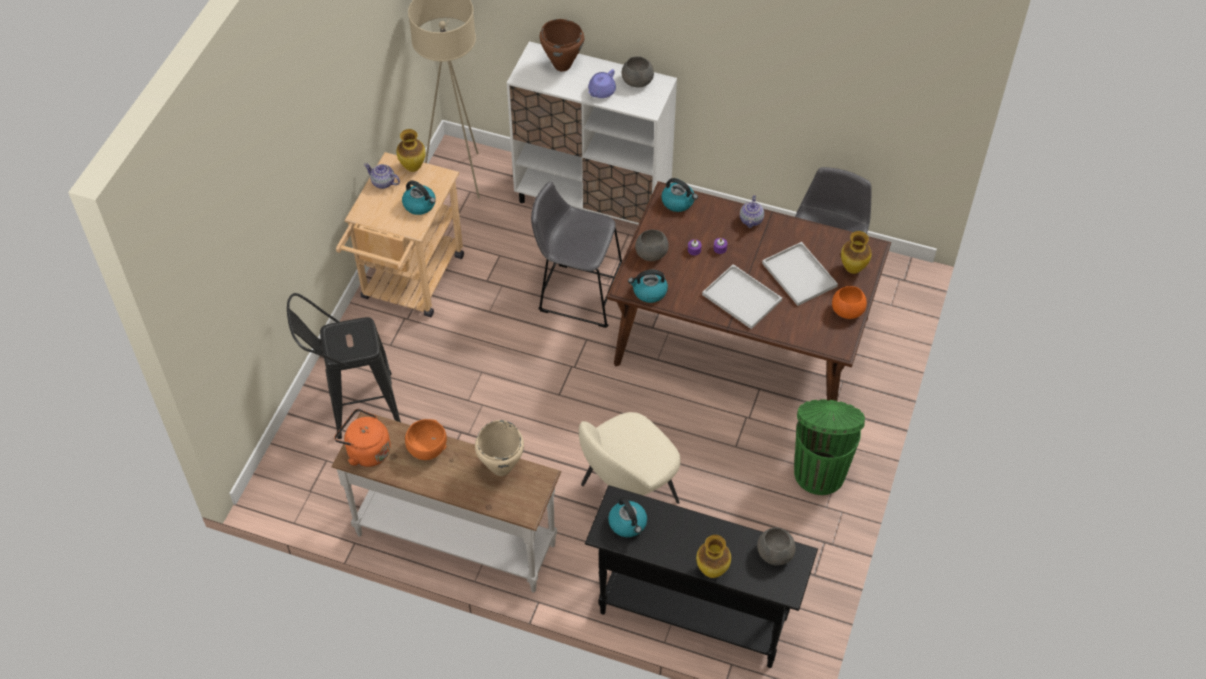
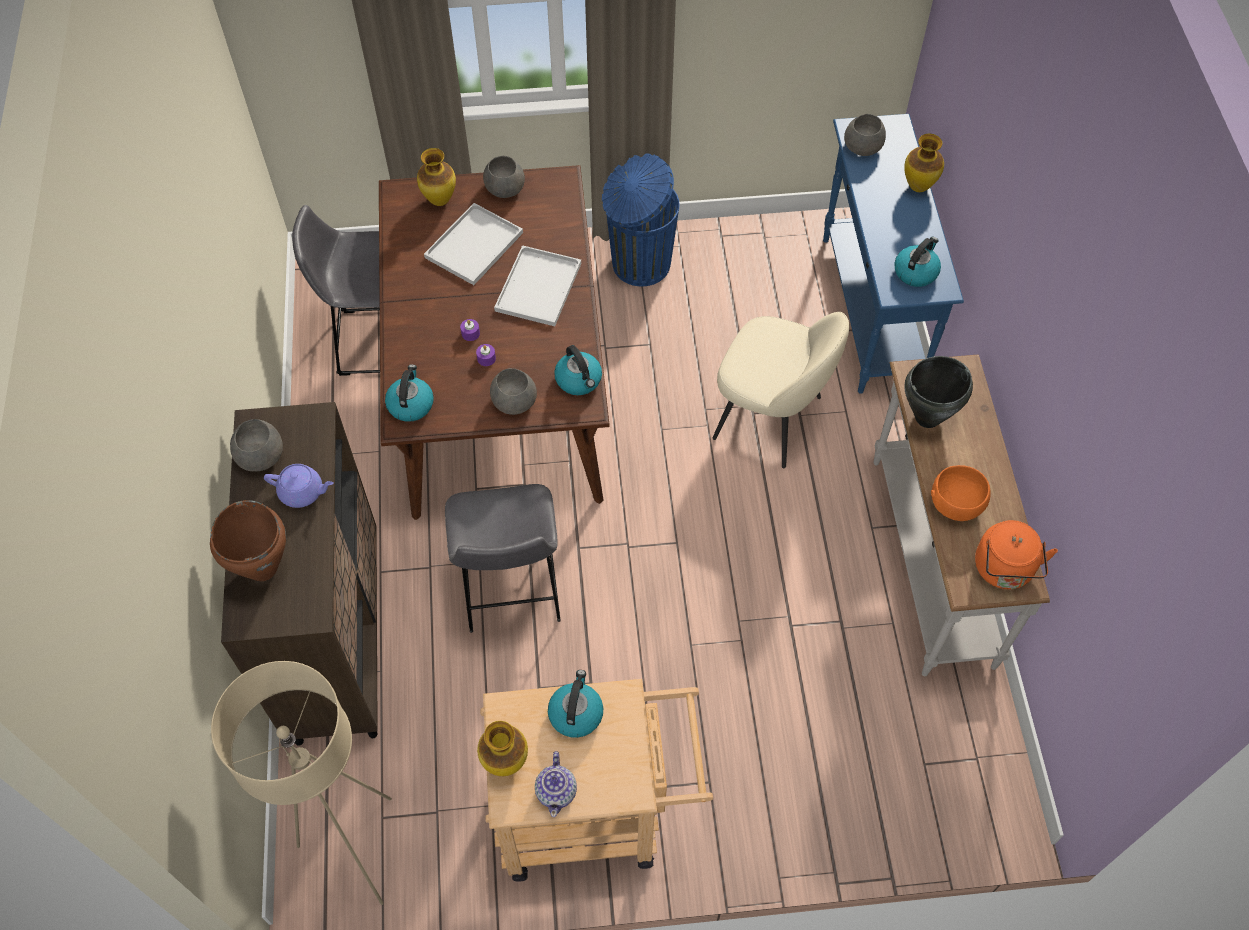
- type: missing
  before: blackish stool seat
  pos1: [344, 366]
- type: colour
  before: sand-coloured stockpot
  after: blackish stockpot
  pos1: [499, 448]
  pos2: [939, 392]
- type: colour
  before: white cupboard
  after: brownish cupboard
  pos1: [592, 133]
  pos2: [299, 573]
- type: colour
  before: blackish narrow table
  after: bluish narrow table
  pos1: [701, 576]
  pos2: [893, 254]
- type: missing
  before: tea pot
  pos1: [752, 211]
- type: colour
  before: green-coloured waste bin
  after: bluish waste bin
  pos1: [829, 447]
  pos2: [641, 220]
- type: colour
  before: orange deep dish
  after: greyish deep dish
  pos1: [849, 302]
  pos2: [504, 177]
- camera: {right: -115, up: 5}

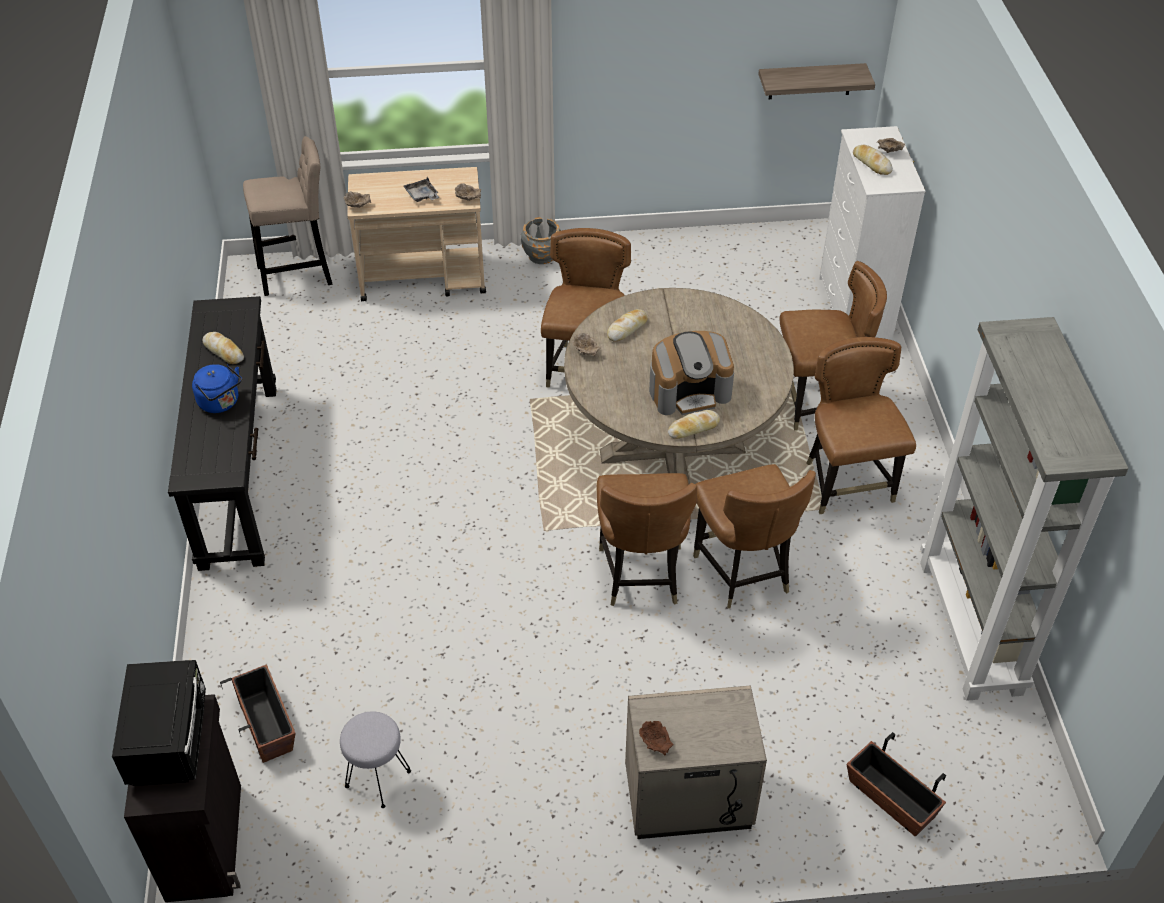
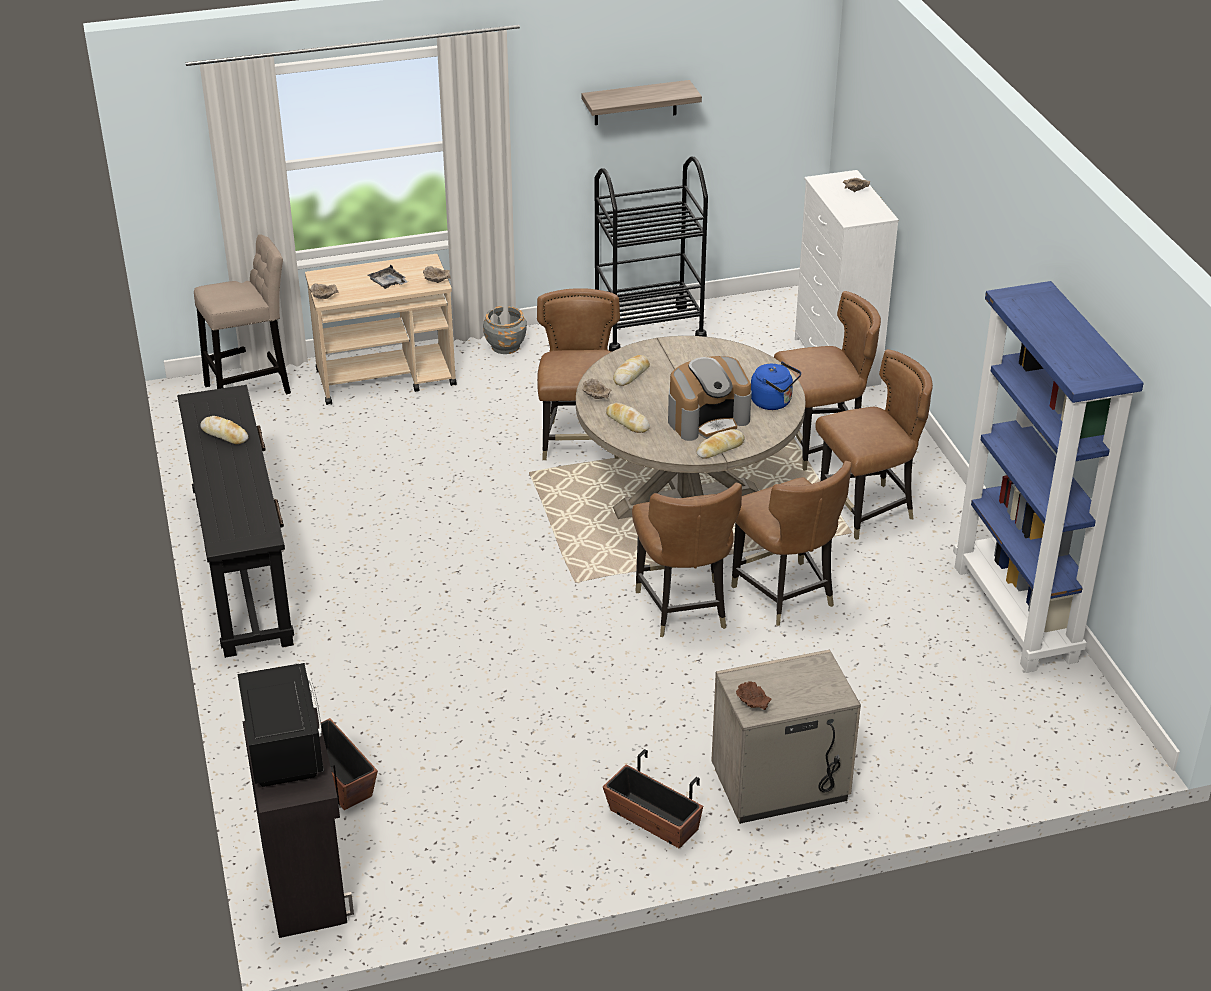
- type: relocated
  before: bluish water kettle
  pos1: [217, 388]
  pos2: [776, 386]
- type: missing
  before: greyish stool seat
  pos1: [375, 759]
- type: relocated
  before: shelf
  pos1: [816, 81]
  pos2: [641, 102]
- type: spun
  before: brownish upright chair
  pos1: [861, 425]
  pos2: [874, 444]
  turn: 90
- type: relocated
  before: plant pot
  pos1: [896, 784]
  pos2: [653, 798]
- type: relocated
  before: bread
  pos1: [873, 160]
  pos2: [628, 418]
- type: colour
  before: greyish bookcase
  after: bluish bookcase
  pos1: [1024, 509]
  pos2: [1048, 477]
- type: appeared
  after: blackish cart
  pos2: [651, 254]
- camera: {right: -10, up: -10}

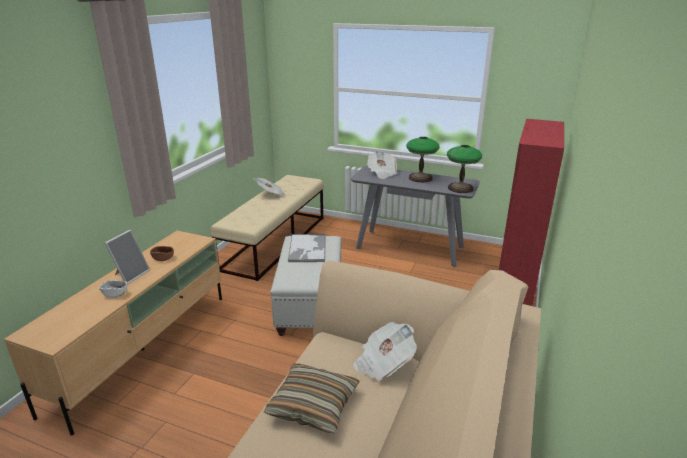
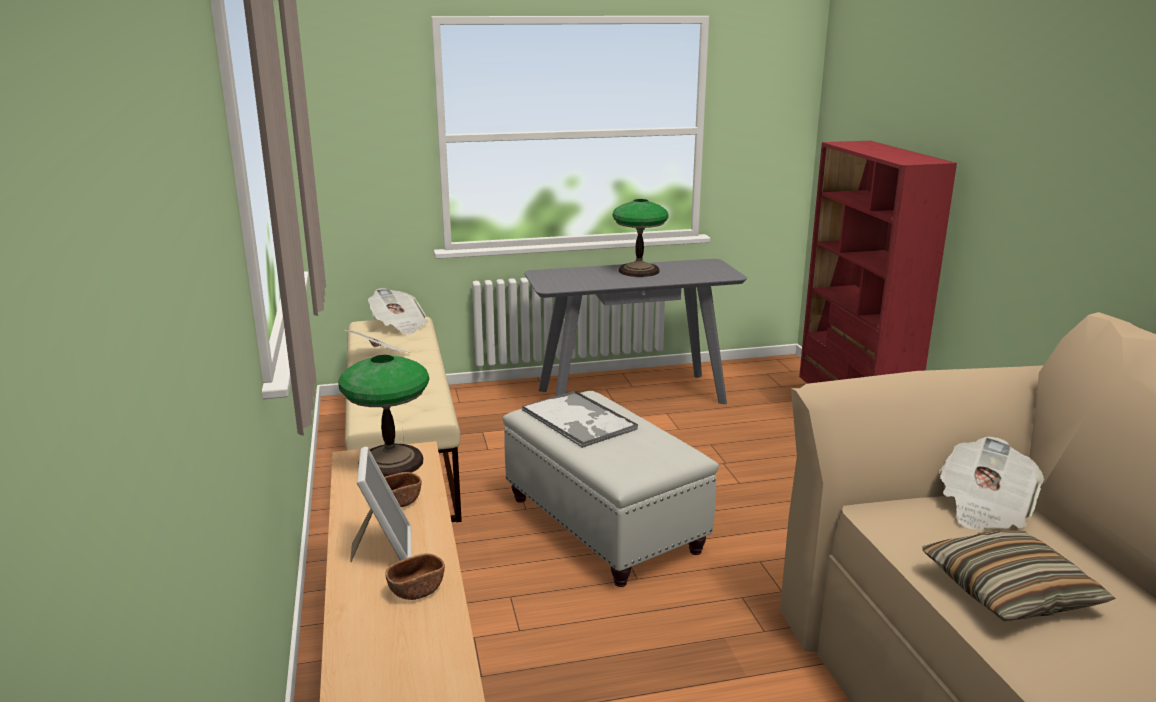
- type: colour
  before: white deep dish
  after: brownish deep dish
  pos1: [113, 289]
  pos2: [415, 576]
- type: relocated
  before: daily paper
  pos1: [382, 165]
  pos2: [398, 311]
- type: relocated
  before: table lamp
  pos1: [464, 169]
  pos2: [384, 416]
- camera: {right: -35, up: -5}

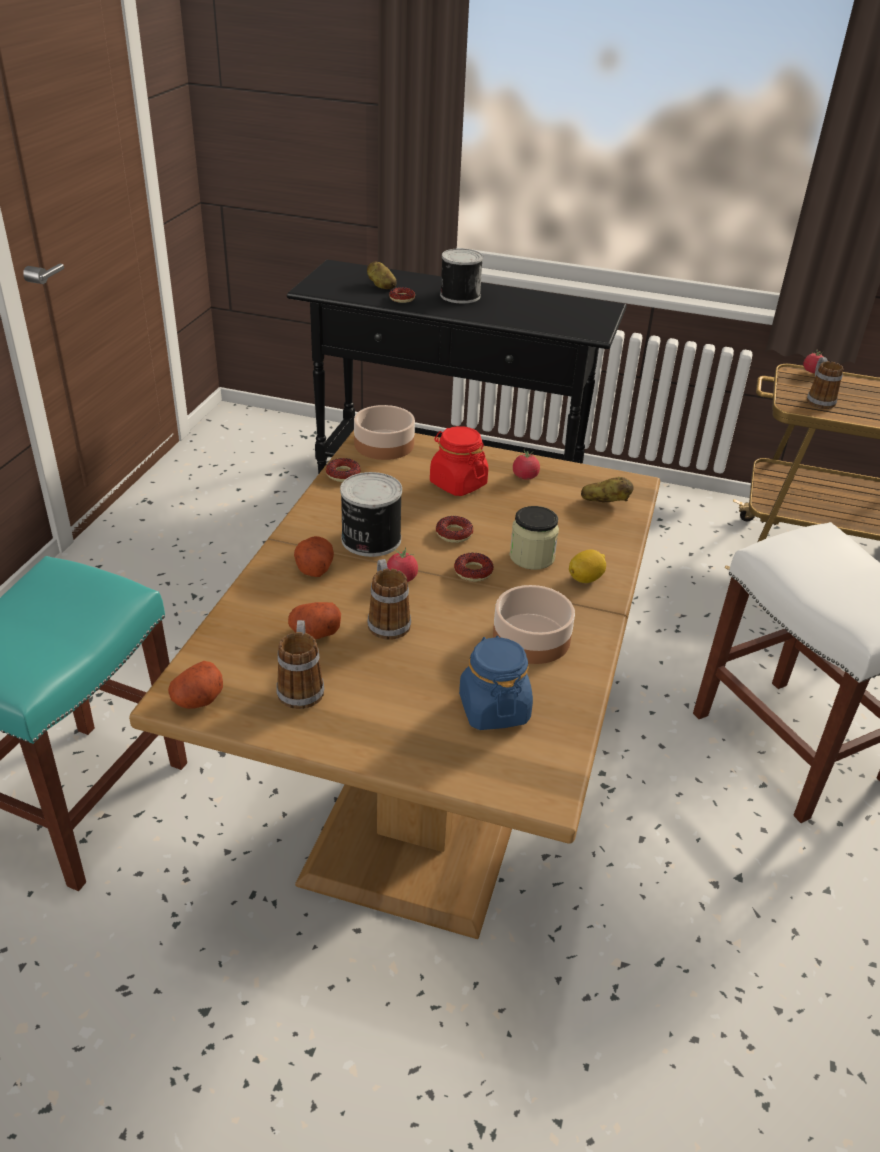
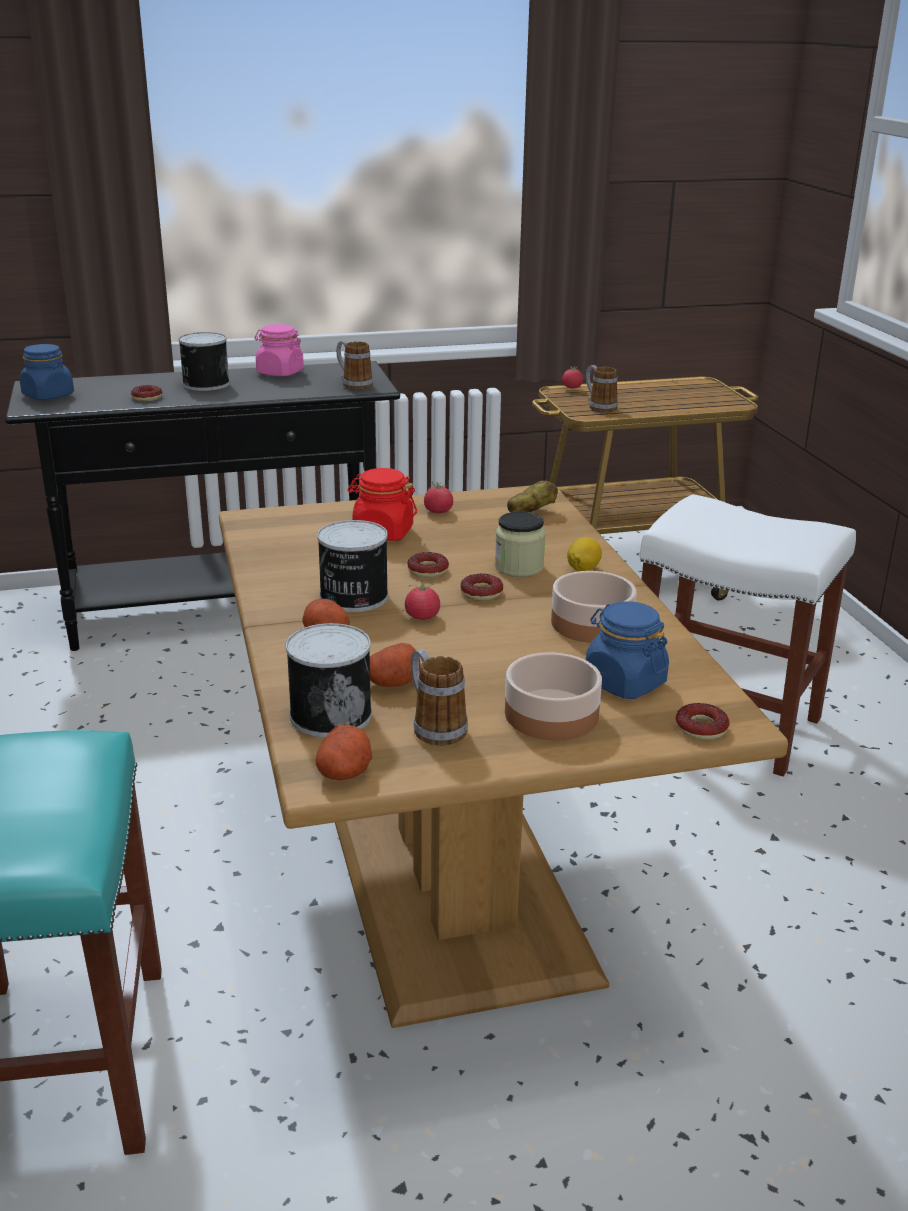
- type: relocated
  before: doughnut
  pos1: [343, 470]
  pos2: [703, 721]
- type: relocated
  before: deep dish
  pos1: [384, 432]
  pos2: [553, 696]
- type: missing
  before: whole potato
  pos1: [382, 275]
- type: relocated
  before: coffee mug
  pos1: [389, 599]
  pos2: [354, 365]
- type: appeared
  after: bluish preserve jar
  pos2: [47, 372]
- type: appeared
  after: pink preserve jar
  pos2: [279, 350]
- type: appeared
  after: sealed can
  pos2: [329, 680]
- camera: {right: -30, up: -10}

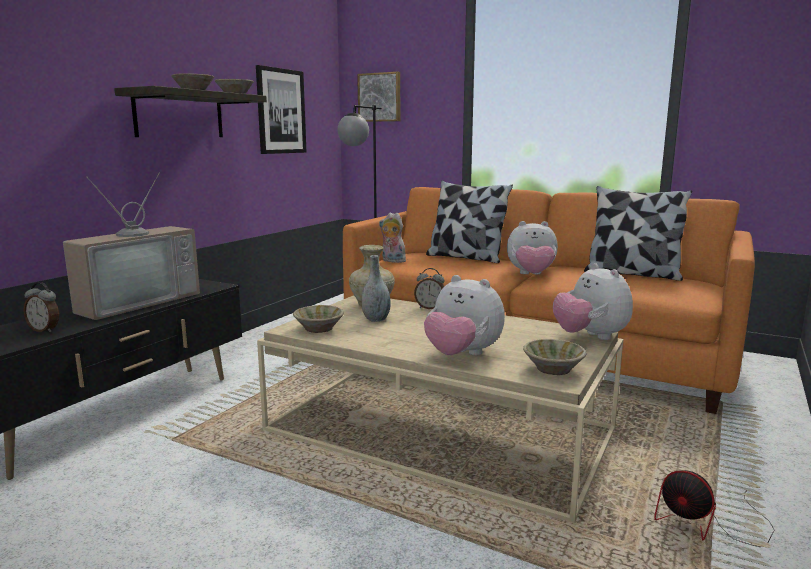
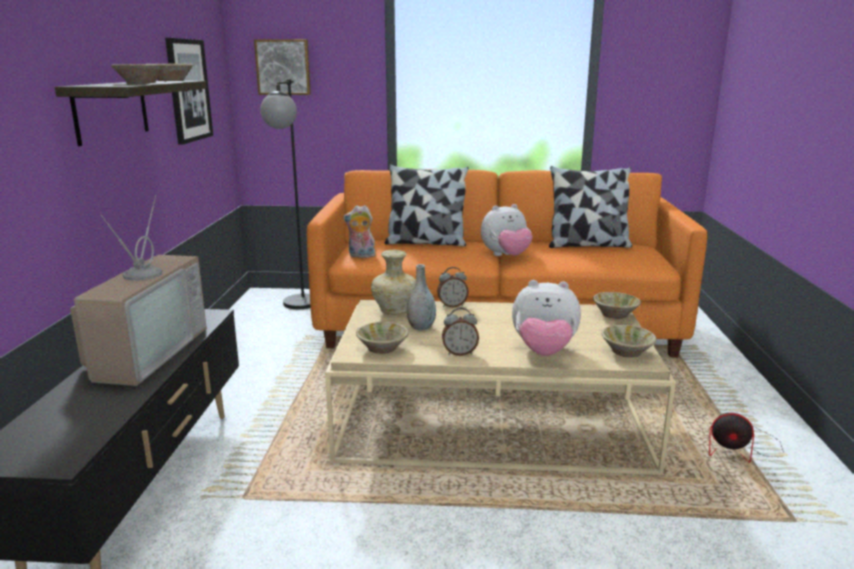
- type: relocated
  before: bedside clock
  pos1: [41, 307]
  pos2: [460, 332]
- type: exchanged
  before: plush toy
  after: sand-coloured deep dish
  pos1: [593, 301]
  pos2: [617, 305]
- camera: {right: -25, up: 5}

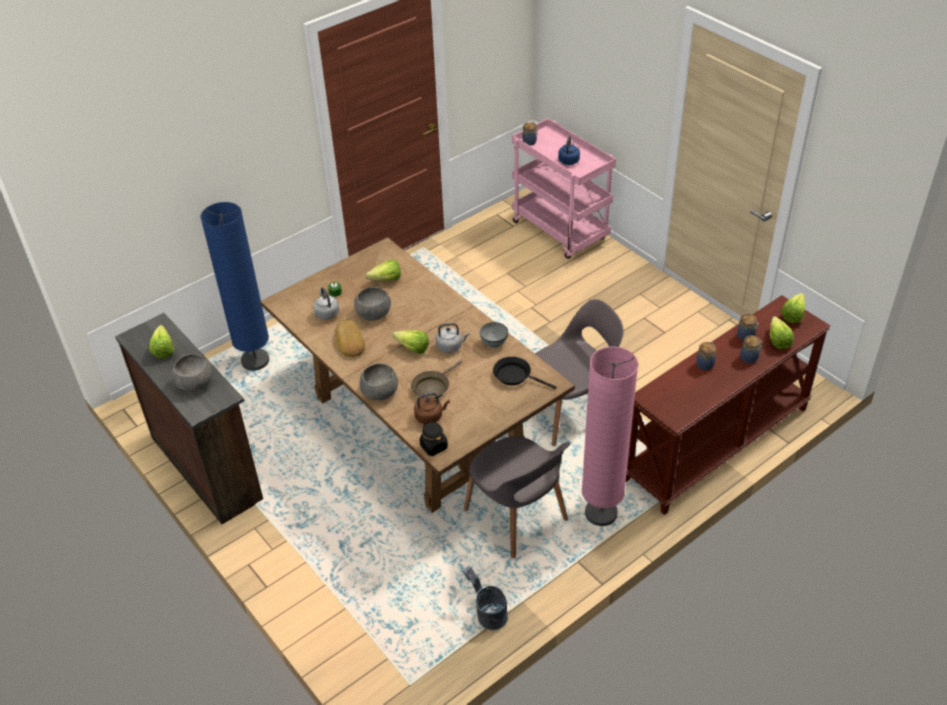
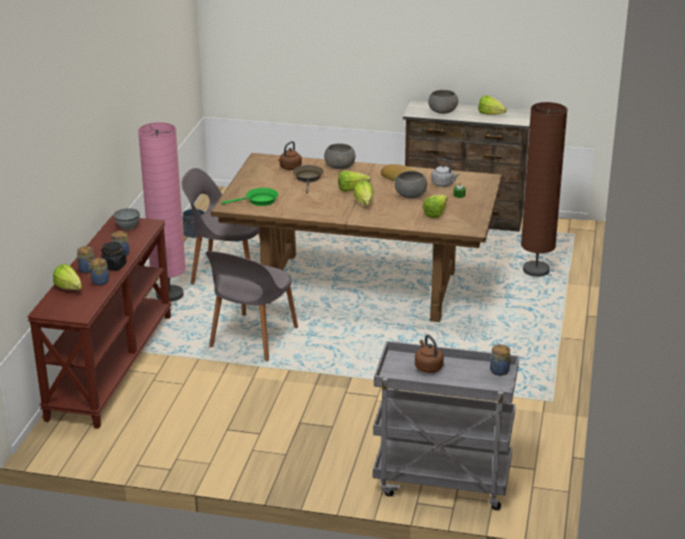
- type: colour
  before: bluish standing lamp
  after: brownish standing lamp
  pos1: [235, 286]
  pos2: [544, 189]
- type: relocated
  before: blackish preserve jar
  pos1: [434, 439]
  pos2: [114, 256]
- type: missing
  before: greyish water kettle
  pos1: [453, 338]
- type: relocated
  before: greyish deep dish
  pos1: [494, 335]
  pos2: [126, 219]
- type: colour
  before: blackish frying pan
  after: green-coloured frying pan
  pos1: [524, 373]
  pos2: [250, 197]
- type: colour
  before: pink cart
  after: greyish cart
  pos1: [564, 188]
  pos2: [446, 425]
- type: colour
  before: bluish water kettle
  after: brownish water kettle
  pos1: [569, 150]
  pos2: [429, 354]
- type: relocated
  before: head of lettuce
  pos1: [793, 308]
  pos2: [363, 193]
- camera: {right: 140, up: -15}

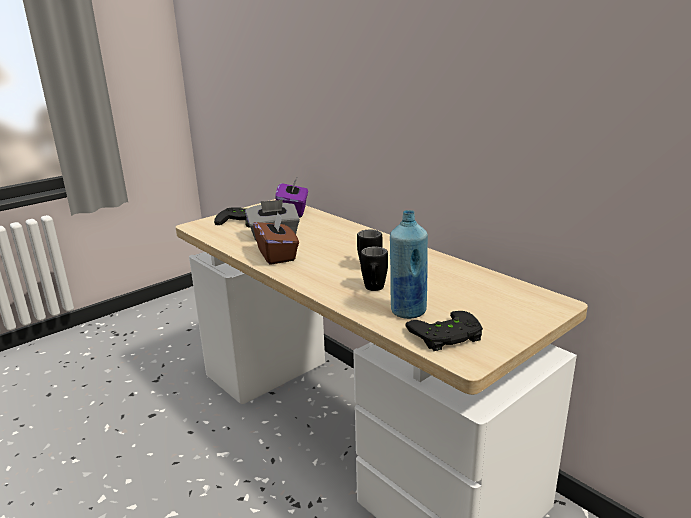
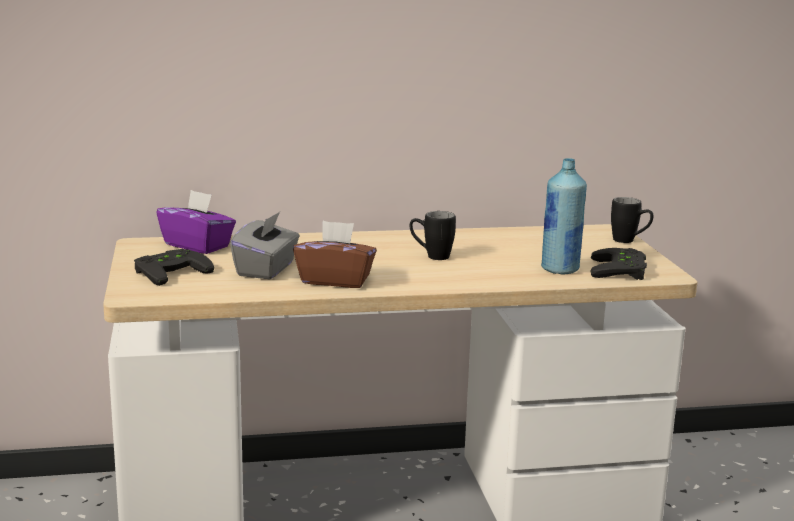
- type: relocated
  before: blackish coffee mug
  pos1: [374, 269]
  pos2: [632, 220]
- camera: {right: -60, up: -5}

